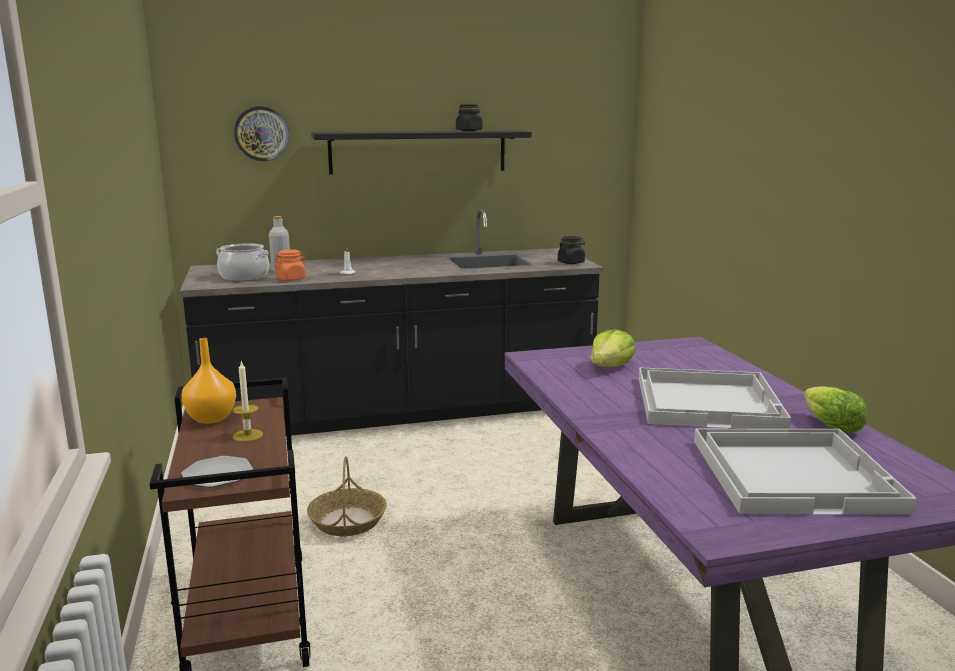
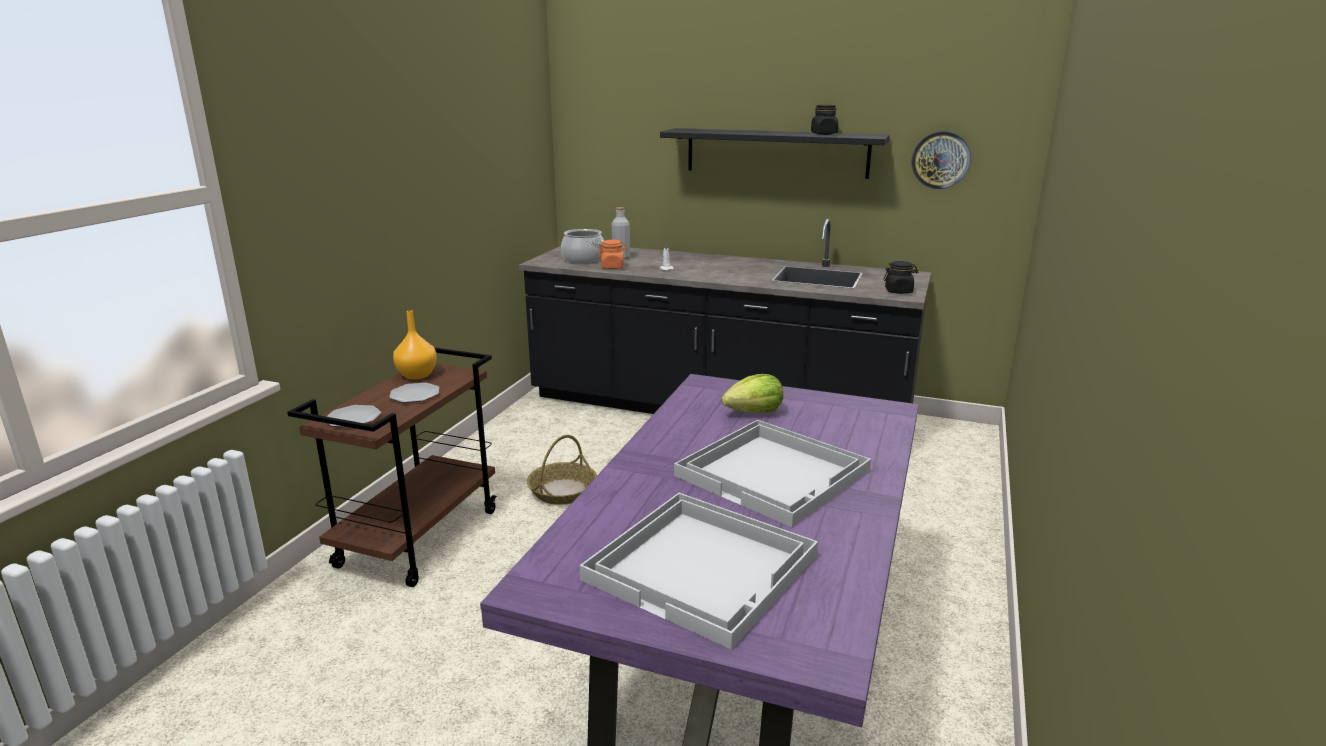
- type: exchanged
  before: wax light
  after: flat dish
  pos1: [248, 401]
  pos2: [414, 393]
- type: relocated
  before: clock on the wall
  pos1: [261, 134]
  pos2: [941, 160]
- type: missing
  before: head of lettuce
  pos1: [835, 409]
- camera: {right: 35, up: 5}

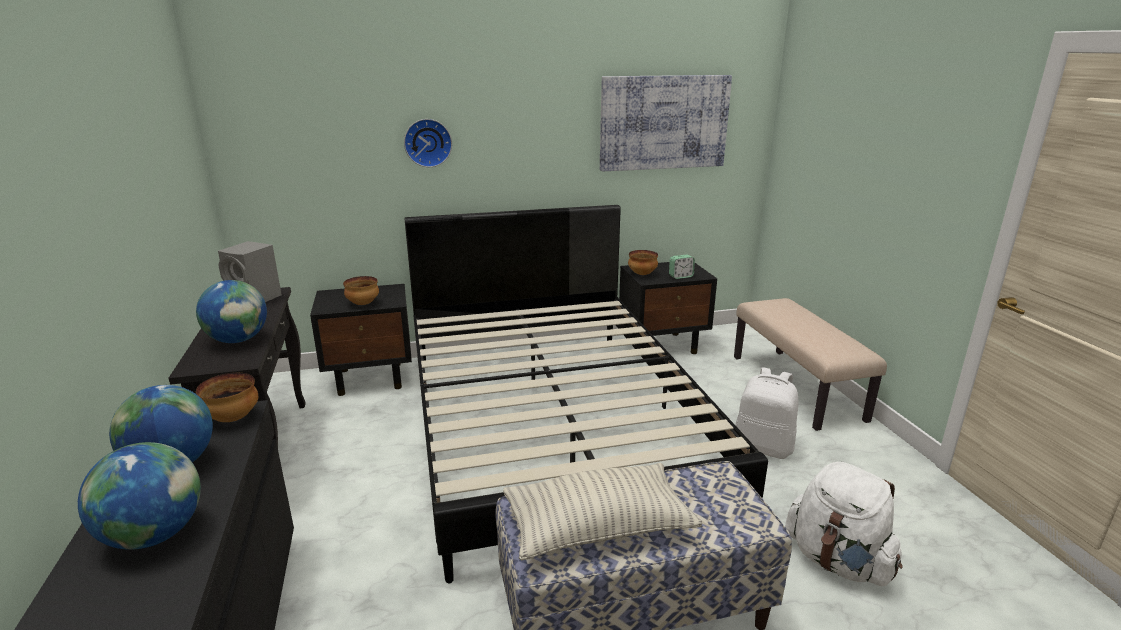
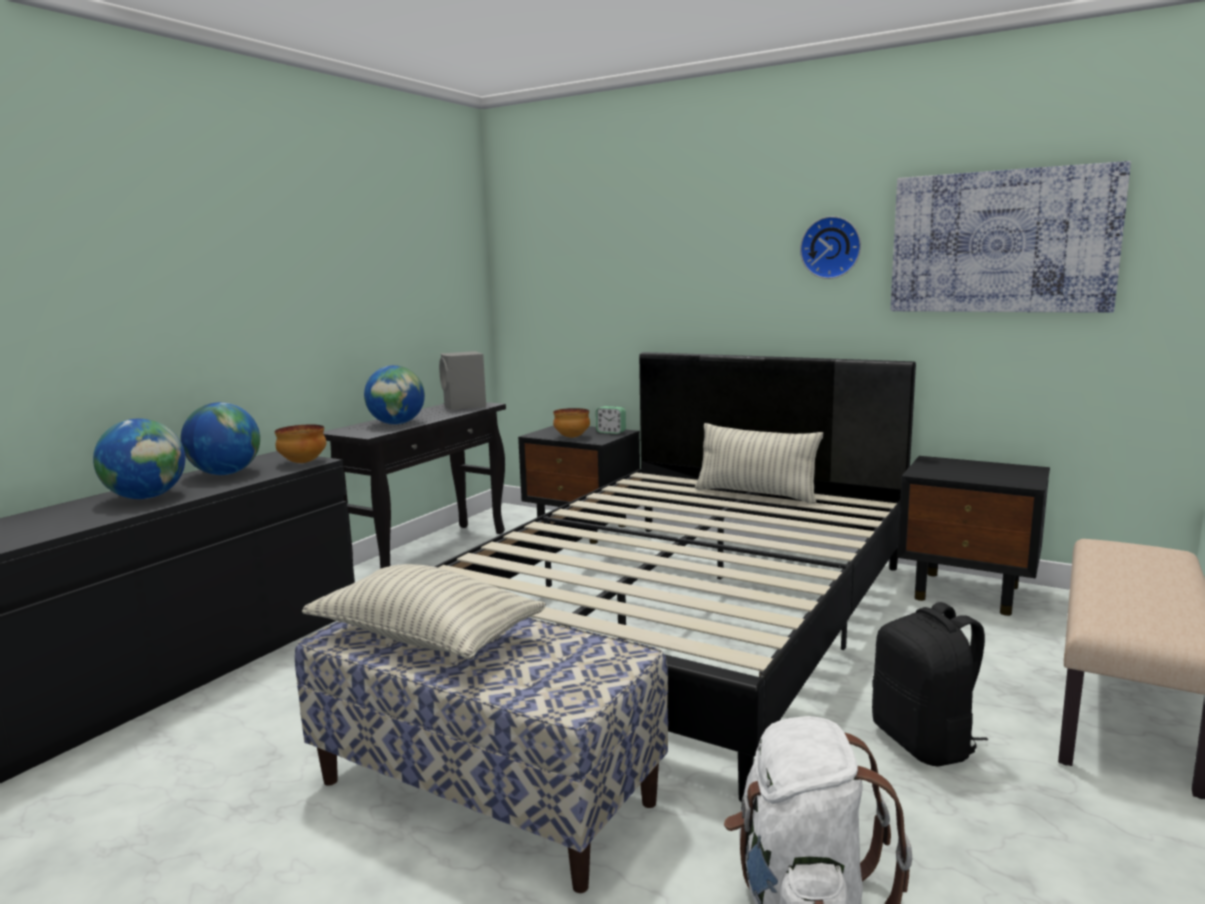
- type: relocated
  before: clock on the wall
  pos1: [428, 143]
  pos2: [830, 247]
- type: missing
  before: deep dish
  pos1: [643, 262]
- type: relocated
  before: bedside clock
  pos1: [682, 267]
  pos2: [611, 420]
- type: colour
  before: white rucksack
  after: blackish rucksack
  pos1: [767, 413]
  pos2: [930, 684]
- type: appeared
  after: pillow
  pos2: [759, 463]
- camera: {right: 45, up: -10}

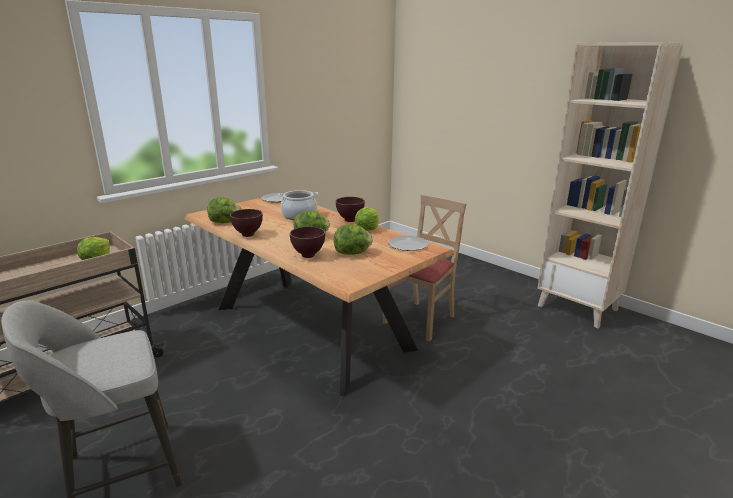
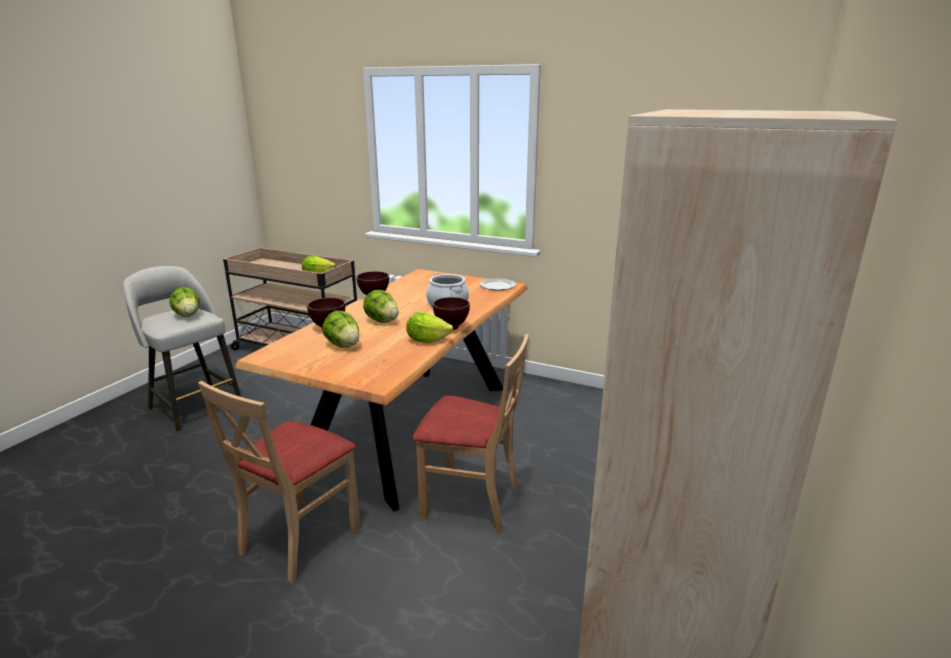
- type: relocated
  before: head of lettuce
  pos1: [224, 210]
  pos2: [184, 302]
- type: missing
  before: flat dish
  pos1: [408, 243]
- type: appeared
  after: sand-coloured upright chair
  pos2: [279, 482]
- camera: {right: 70, up: 0}

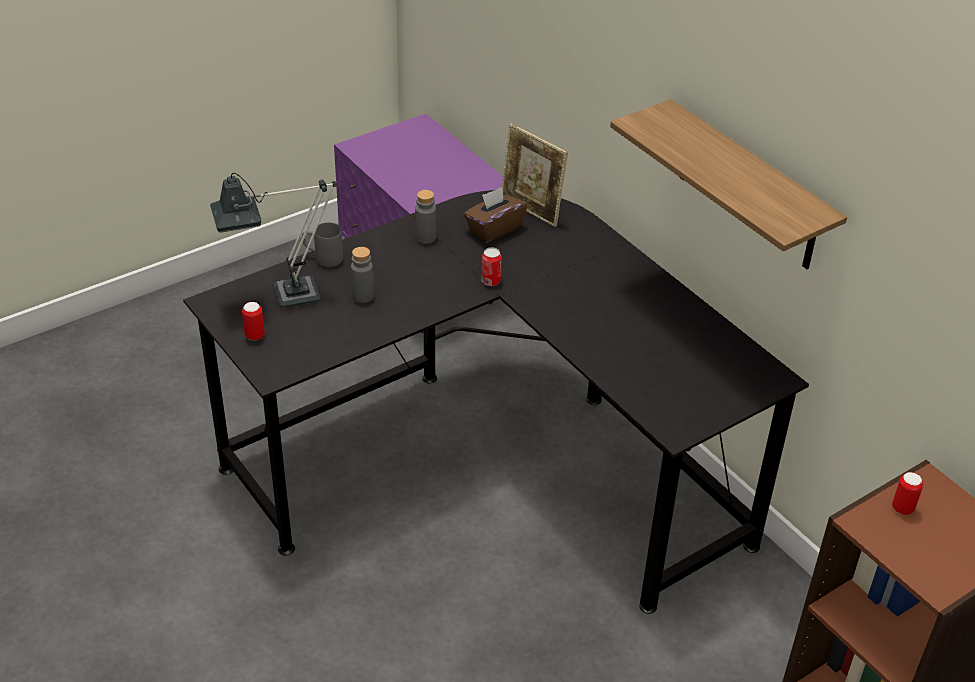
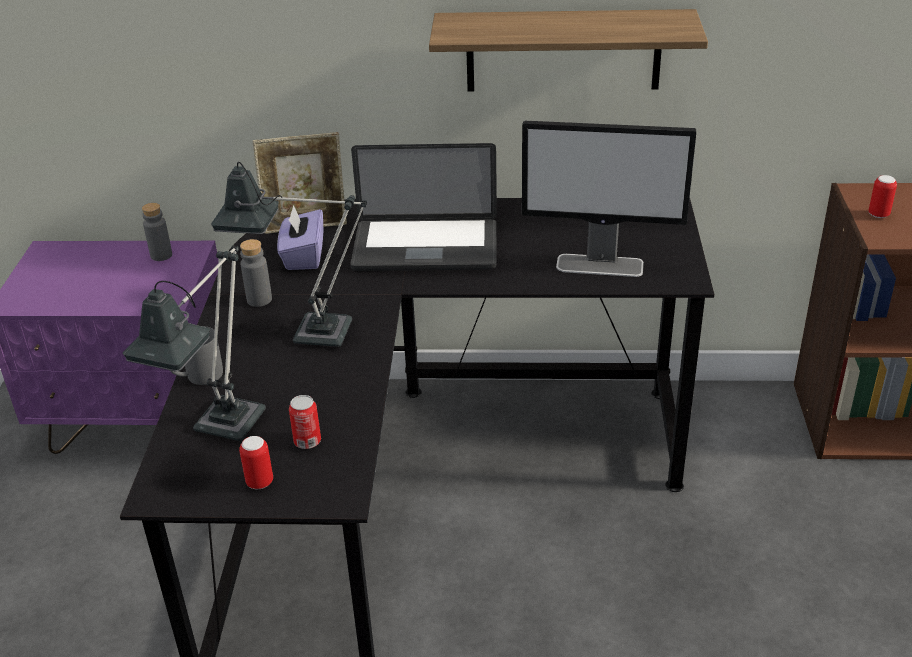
- type: relocated
  before: greyish beverage bottle
  pos1: [362, 275]
  pos2: [157, 232]
- type: colour
  before: brownish box of tissues
  after: purple-coloured box of tissues
  pos1: [495, 215]
  pos2: [300, 237]
- type: relocated
  before: sealed can
  pos1: [491, 266]
  pos2: [305, 422]
- type: appeared
  after: table lamp
  pos2: [289, 254]
- type: appeared
  after: notebook computer
  pos2: [423, 207]
- type: appeared
  after: monitor
  pos2: [609, 199]
- camera: {right: -50, up: -5}

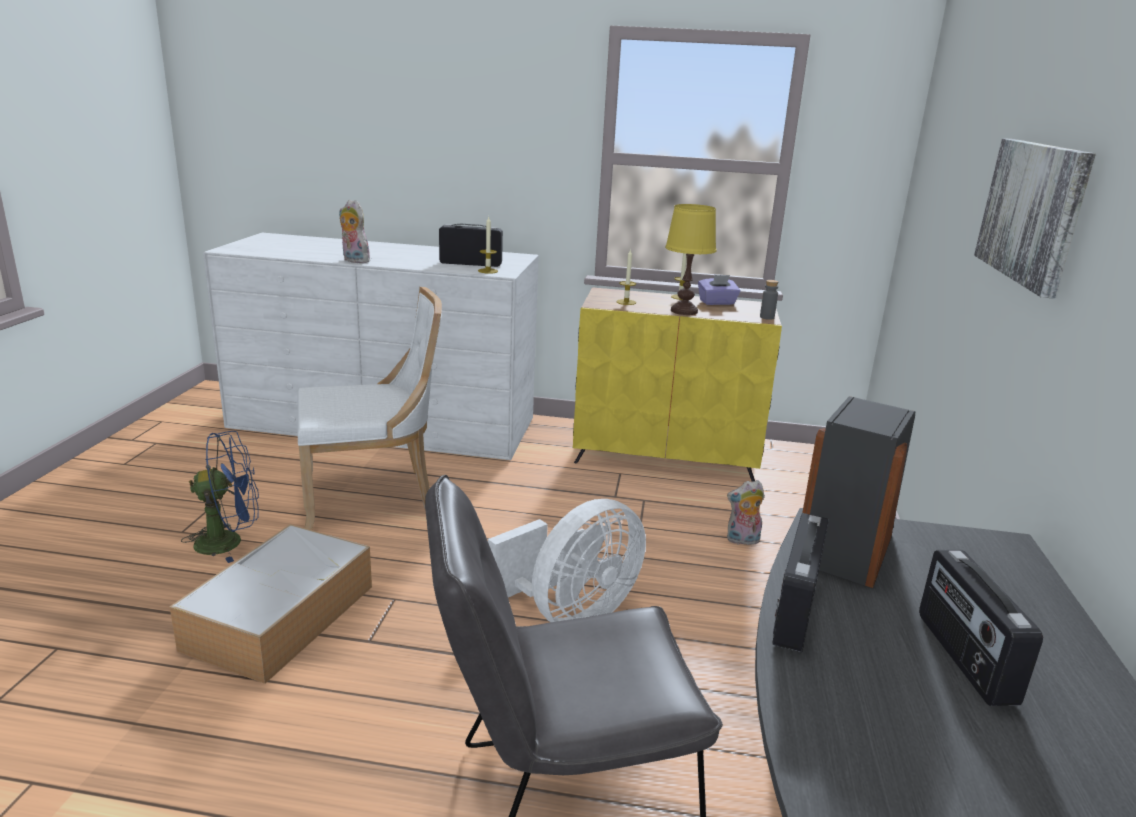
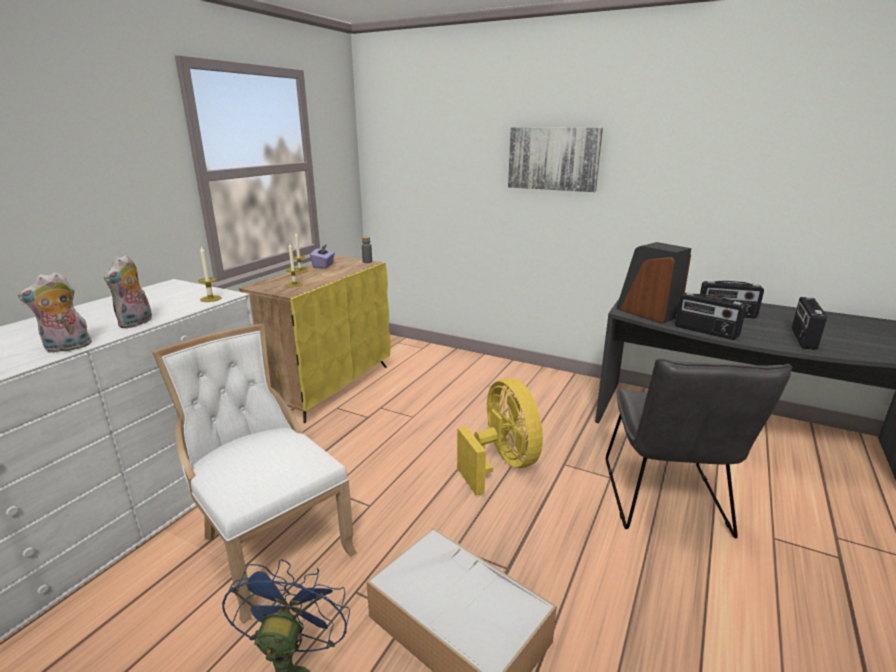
- type: spun
  before: white upright chair
  pos1: [370, 408]
  pos2: [255, 474]
  turn: -45
- type: relocated
  before: radio
  pos1: [471, 245]
  pos2: [809, 323]
- type: colour
  before: white cooling fan
  after: yellow-coloured cooling fan
  pos1: [567, 560]
  pos2: [500, 437]
- type: missing
  before: yellow-coloured table lamp
  pos1: [690, 259]
- type: relocated
  before: plush toy
  pos1: [746, 512]
  pos2: [128, 291]
- camera: {right: -70, up: 0}

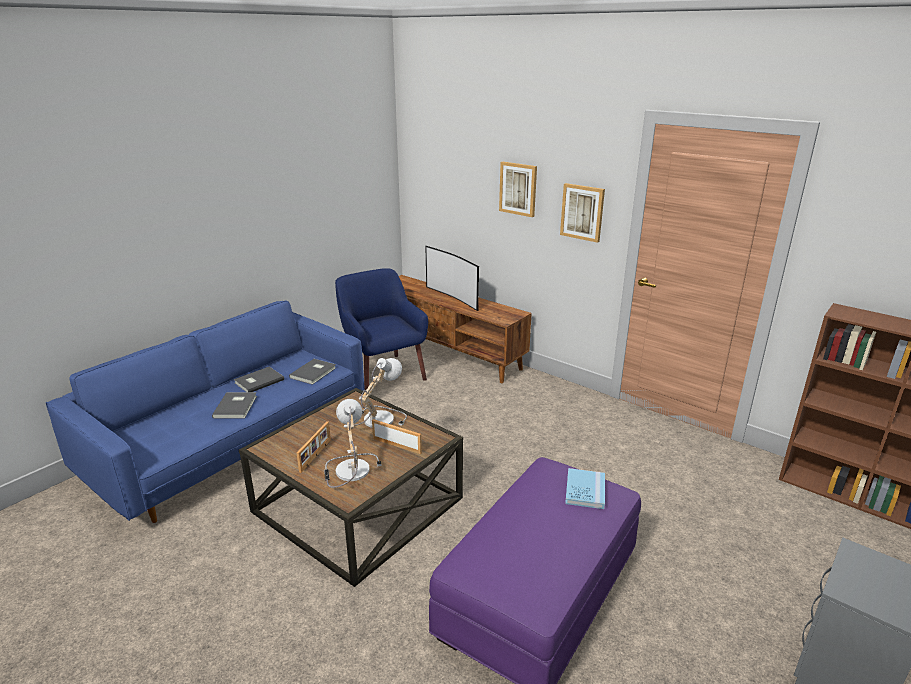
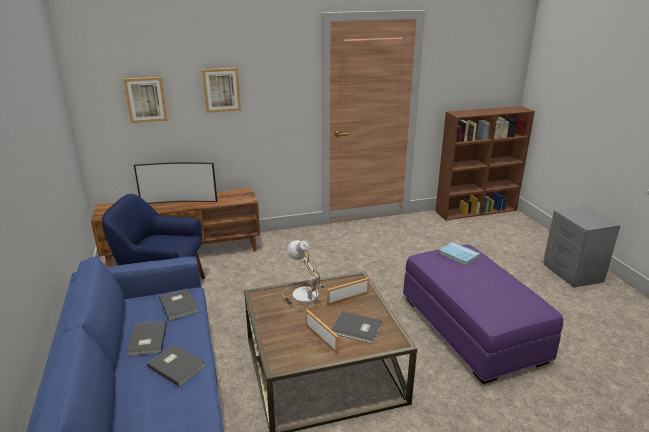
- type: exchanged
  before: table lamp
  after: greyish book
  pos1: [353, 443]
  pos2: [356, 328]
- type: relocated
  before: picture
  pos1: [582, 213]
  pos2: [145, 100]
- camera: {right: -55, up: 0}

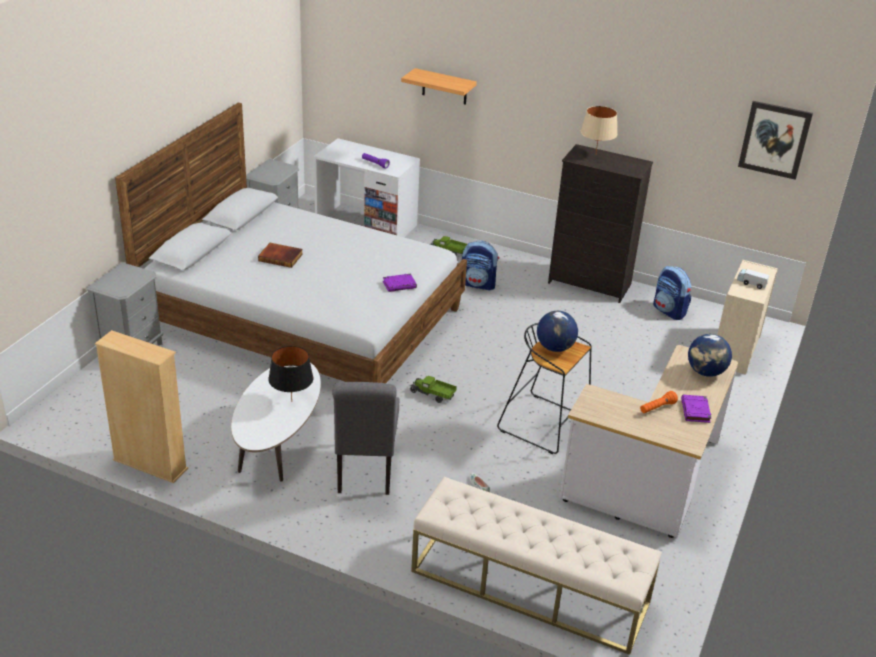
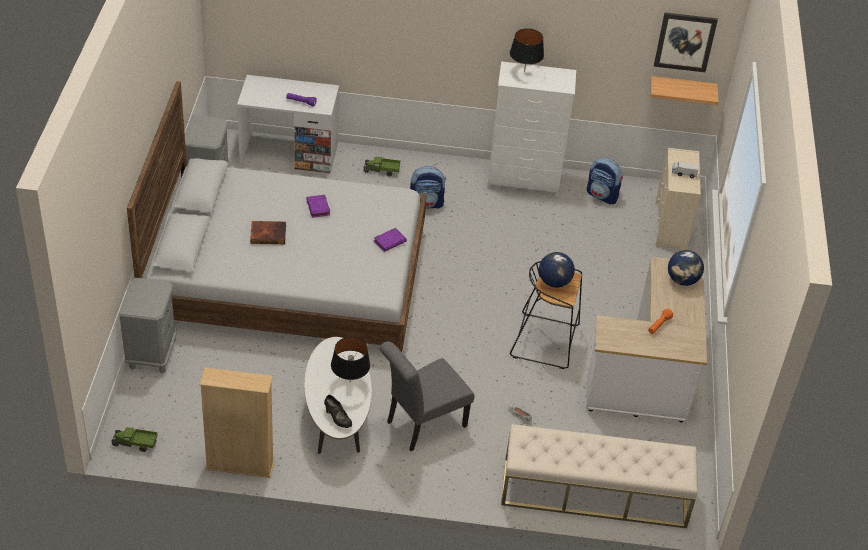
- type: spun
  before: greyish upright chair
  pos1: [365, 438]
  pos2: [426, 396]
  turn: 75
- type: relocated
  before: shelf
  pos1: [439, 86]
  pos2: [684, 90]
- type: relocated
  before: model truck
  pos1: [433, 389]
  pos2: [134, 439]
- type: colour
  before: blackish dresser
  after: white dresser
  pos1: [600, 223]
  pos2: [531, 129]
- type: colour
  before: sand-coloured table lamp
  after: blackish table lamp
  pos1: [599, 129]
  pos2: [527, 50]
- type: relocated
  before: purple-coloured book
  pos1: [696, 409]
  pos2: [318, 206]
- type: appeared
  after: blackish shoe
  pos2: [338, 411]
- camera: {right: -20, up: 10}

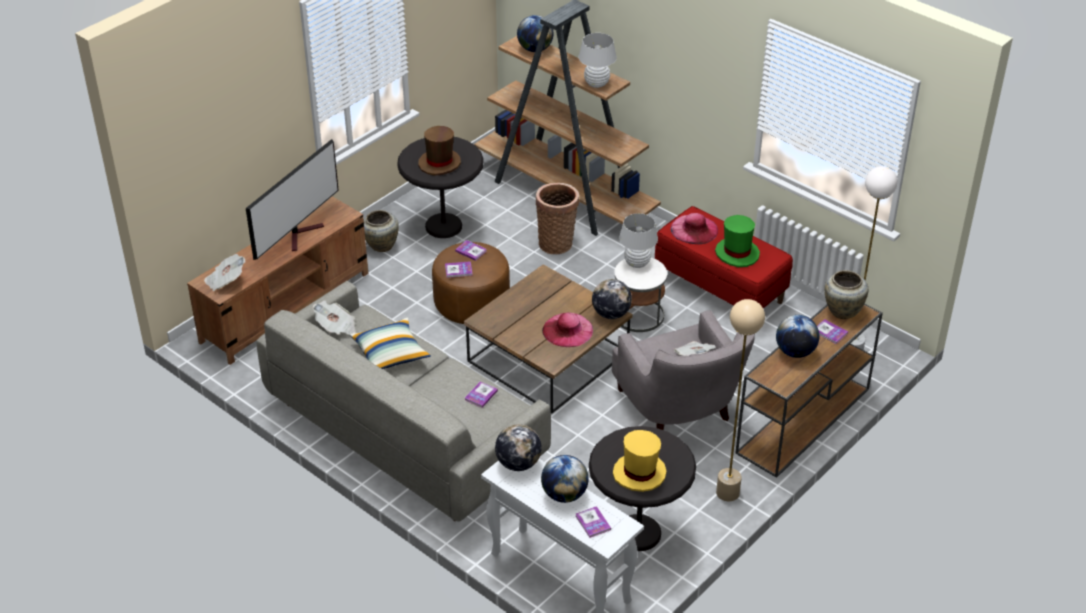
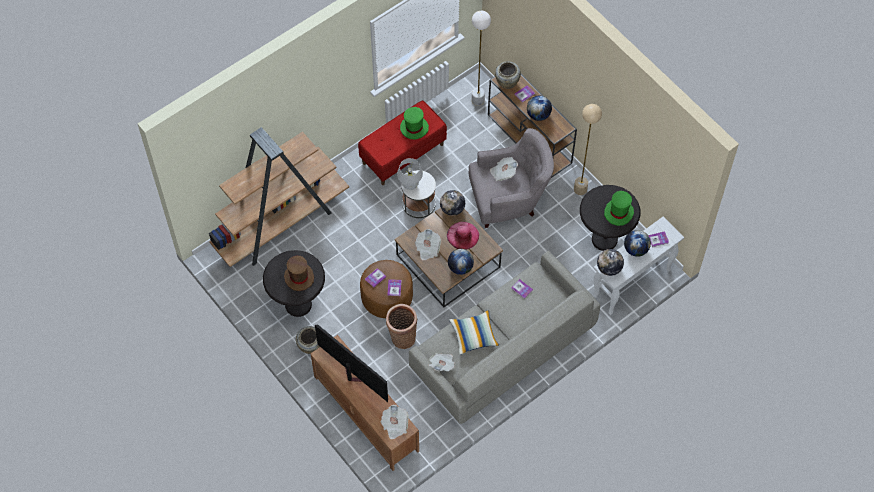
- type: relocated
  before: world globe
  pos1: [535, 33]
  pos2: [461, 262]
- type: relocated
  before: basket
  pos1: [557, 218]
  pos2: [402, 326]
- type: missing
  before: white table lamp
  pos1: [598, 60]
- type: colour
  before: yellow-coloured clothing hat
  after: green-coloured clothing hat
  pos1: [639, 461]
  pos2: [619, 208]
- type: missing
  before: pink clothing hat
  pos1: [694, 228]
- type: appeared
  after: daily paper
  pos2: [428, 244]
- camera: {right: -80, up: 20}

